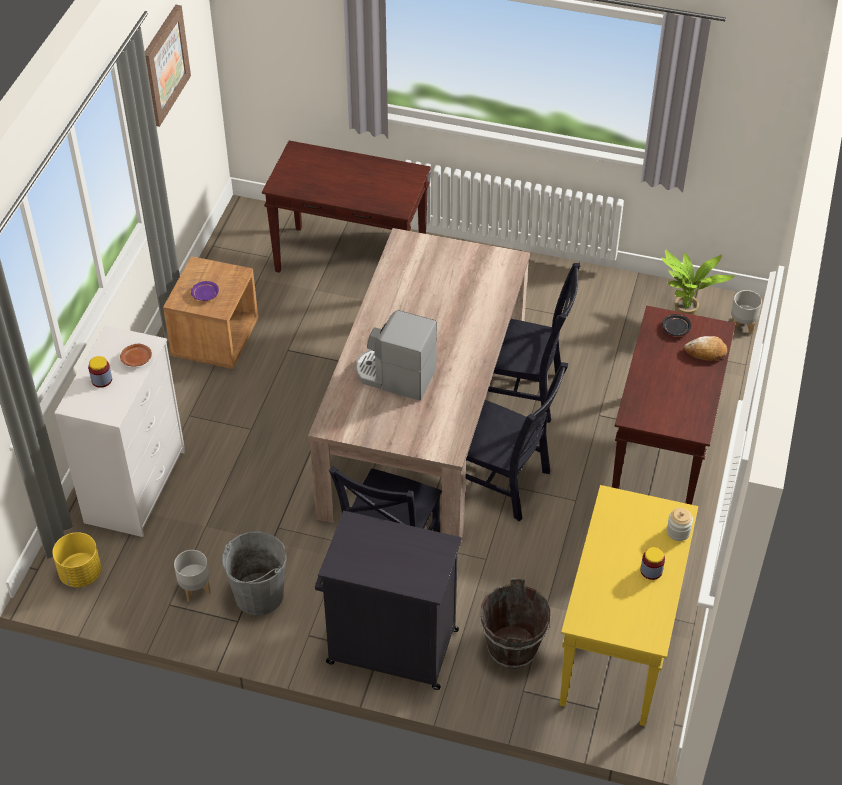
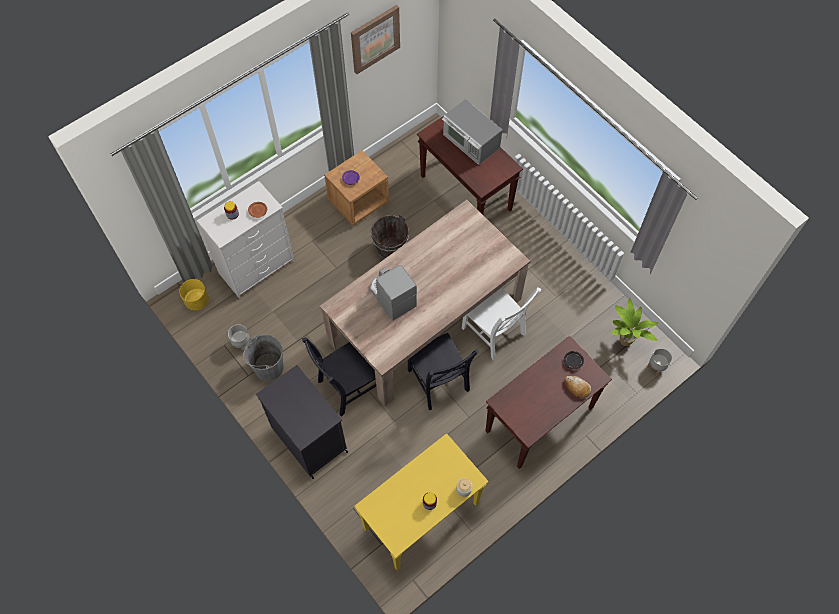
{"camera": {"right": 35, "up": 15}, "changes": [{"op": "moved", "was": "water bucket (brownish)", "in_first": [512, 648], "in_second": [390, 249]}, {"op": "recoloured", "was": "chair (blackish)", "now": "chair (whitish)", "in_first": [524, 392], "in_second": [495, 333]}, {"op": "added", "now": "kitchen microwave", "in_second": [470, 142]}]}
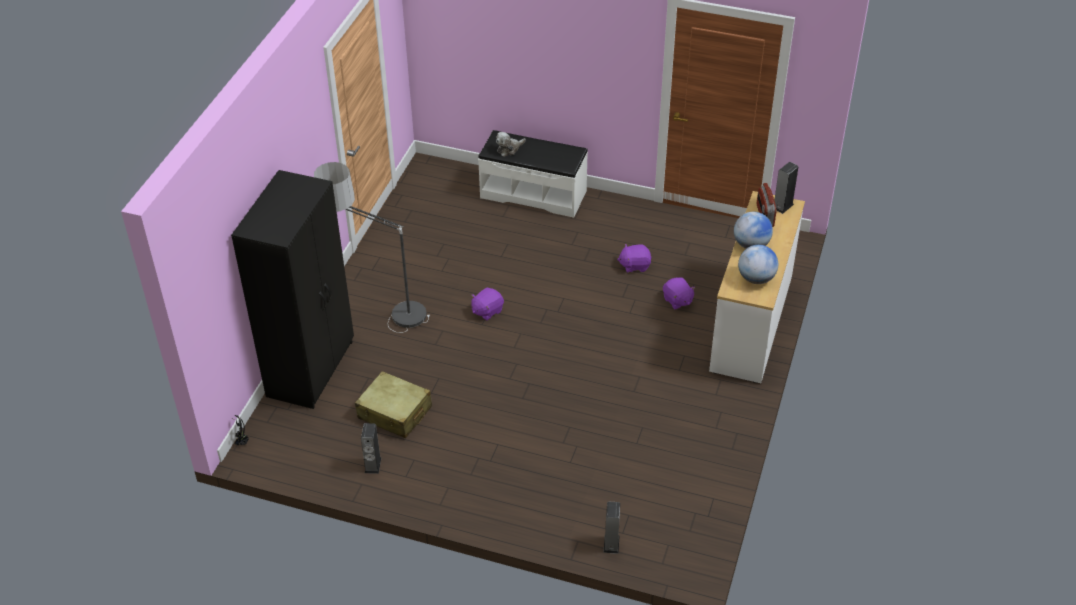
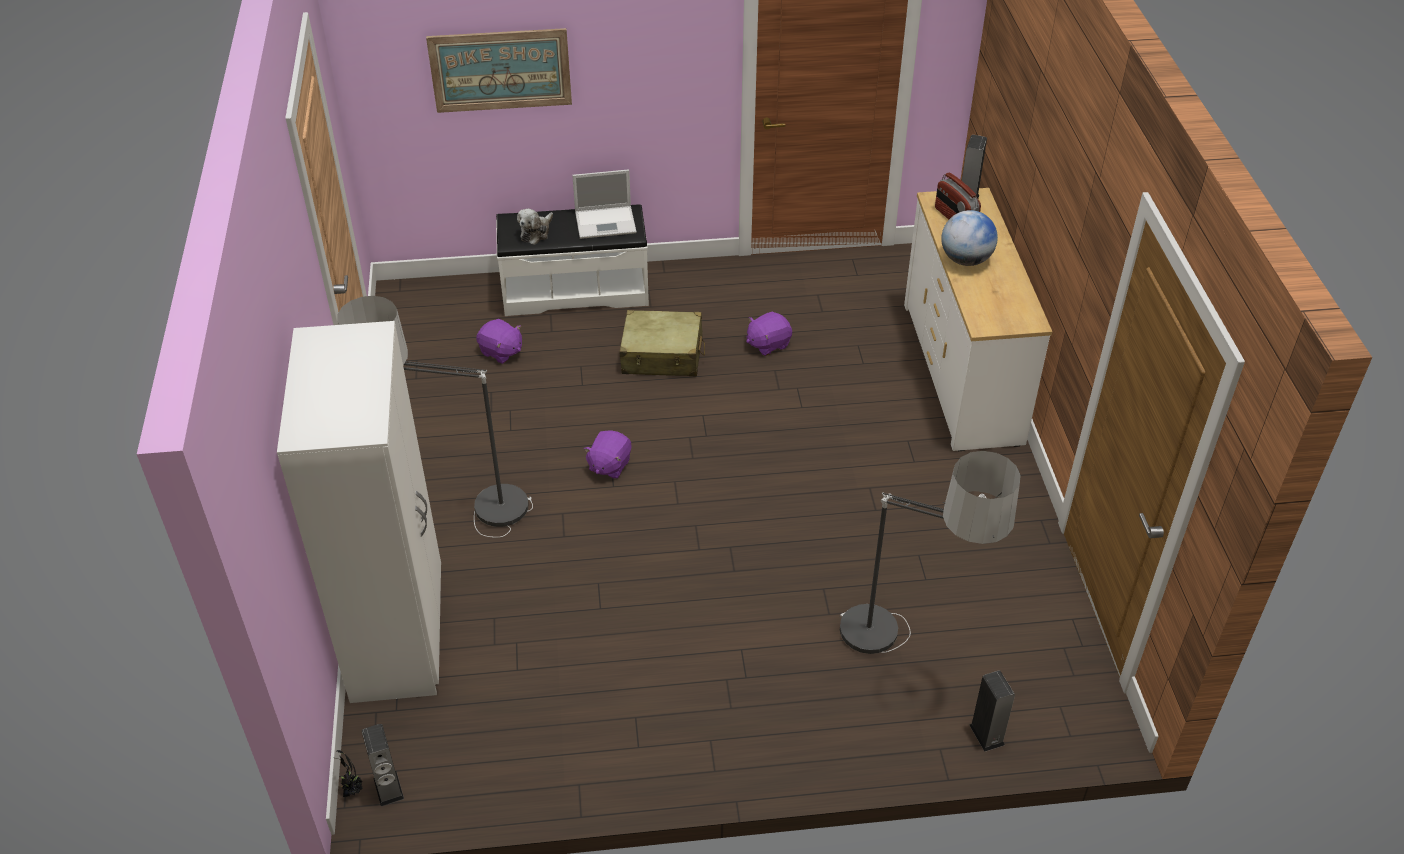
{"camera": {"right": -25, "up": 0}, "changes": [{"op": "recoloured", "was": "wardrobe (blackish)", "now": "wardrobe (whitish)", "in_first": [312, 368], "in_second": [399, 634]}, {"op": "moved", "was": "suitcase (beige-coloured)", "in_first": [395, 413], "in_second": [662, 355]}, {"op": "moved", "was": "audio speaker", "in_first": [373, 465], "in_second": [388, 788]}, {"op": "moved", "was": "soft toy (purple)", "in_first": [677, 301], "in_second": [501, 352]}, {"op": "removed", "was": "globe", "in_first": [756, 278]}, {"op": "added", "now": "wall art", "in_second": [500, 70]}, {"op": "added", "now": "portable computer", "in_second": [606, 222]}, {"op": "added", "now": "standing lamp", "in_second": [906, 658]}]}
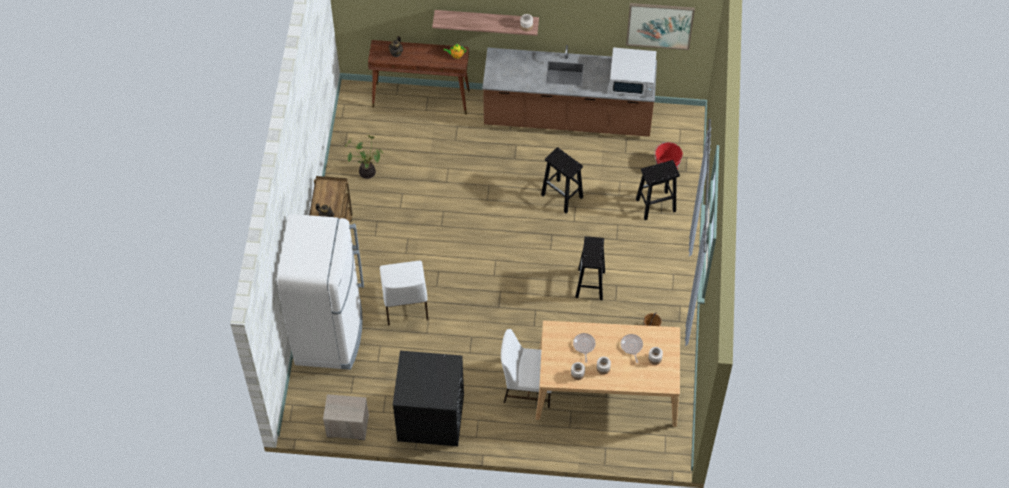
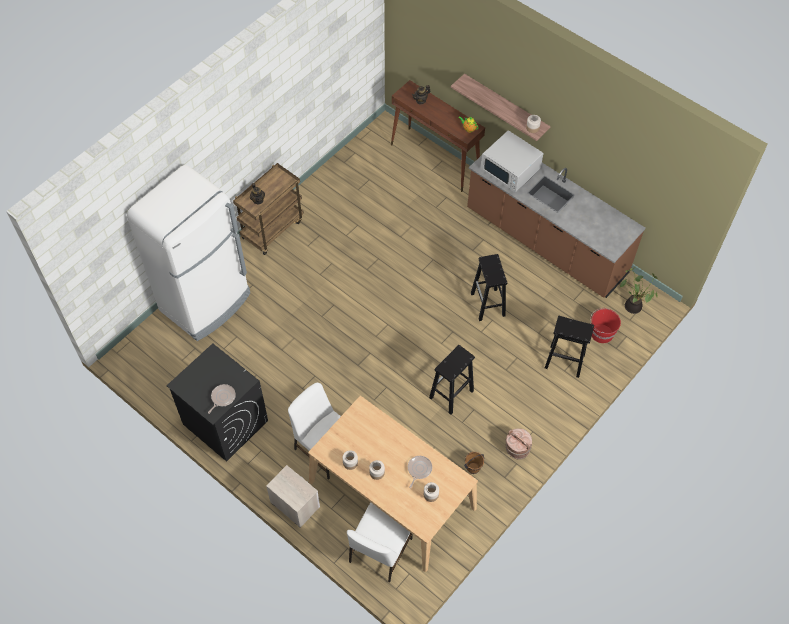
{"camera": {"right": 35, "up": 0}, "changes": [{"op": "moved", "was": "night table", "in_first": [347, 426], "in_second": [294, 504]}, {"op": "moved", "was": "plant in a pot", "in_first": [367, 171], "in_second": [633, 306]}, {"op": "moved", "was": "chair (whitish)", "in_first": [405, 304], "in_second": [379, 551]}, {"op": "moved", "was": "frying pan", "in_first": [584, 345], "in_second": [222, 397]}, {"op": "moved", "was": "kitchen microwave (whitish)", "in_first": [632, 80], "in_second": [510, 170]}, {"op": "removed", "was": "wall art", "in_first": [659, 25]}, {"op": "added", "now": "water bucket (brownish)", "in_second": [517, 449]}]}
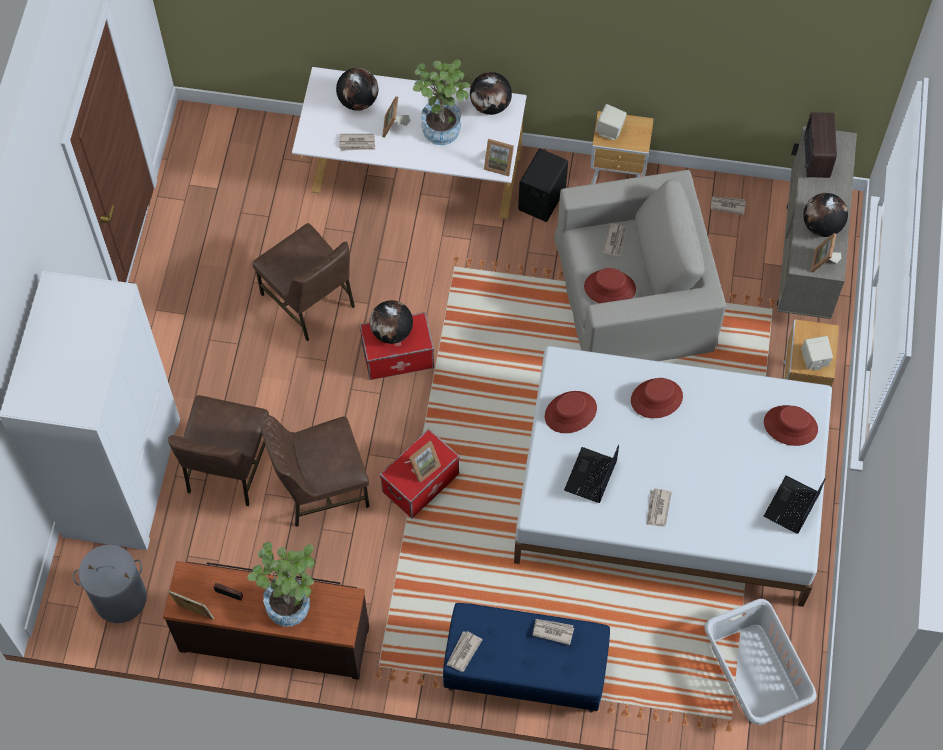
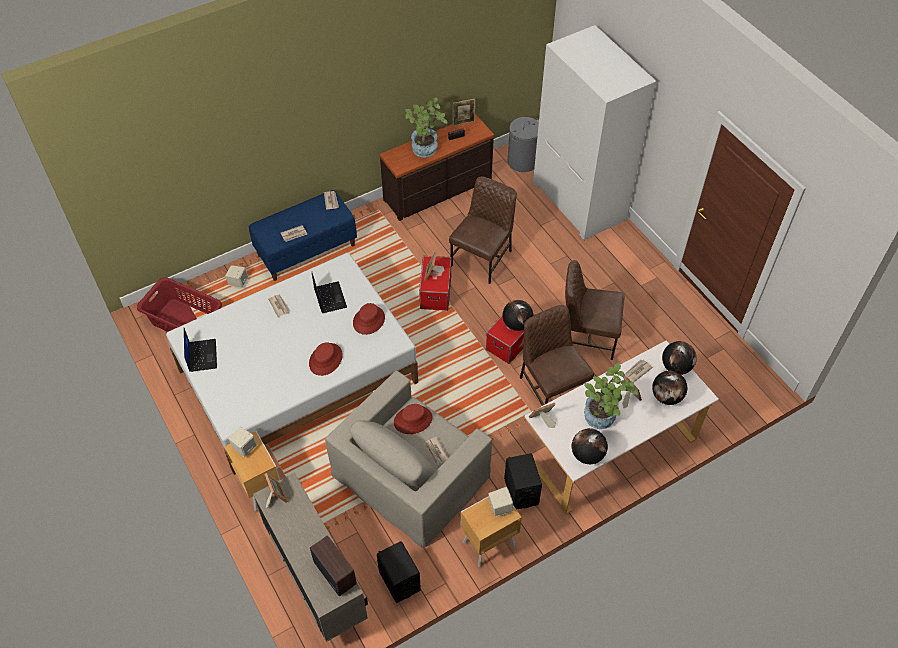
{"camera": {"right": 140, "up": -10}, "changes": [{"op": "moved", "was": "chair (brownish)", "in_first": [227, 467], "in_second": [551, 387]}, {"op": "recoloured", "was": "hamper (greyish)", "now": "hamper (reddish)", "in_first": [754, 674], "in_second": [185, 321]}, {"op": "replaced", "was": "printed paper", "now": "audio speaker (blackish)", "in_first": [727, 205], "in_second": [399, 581]}, {"op": "removed", "was": "wearable hat (reddish)", "in_first": [790, 425]}, {"op": "moved", "was": "globe", "in_first": [821, 226], "in_second": [676, 367]}, {"op": "added", "now": "audio speaker (beige-coloured)", "in_second": [238, 283]}]}
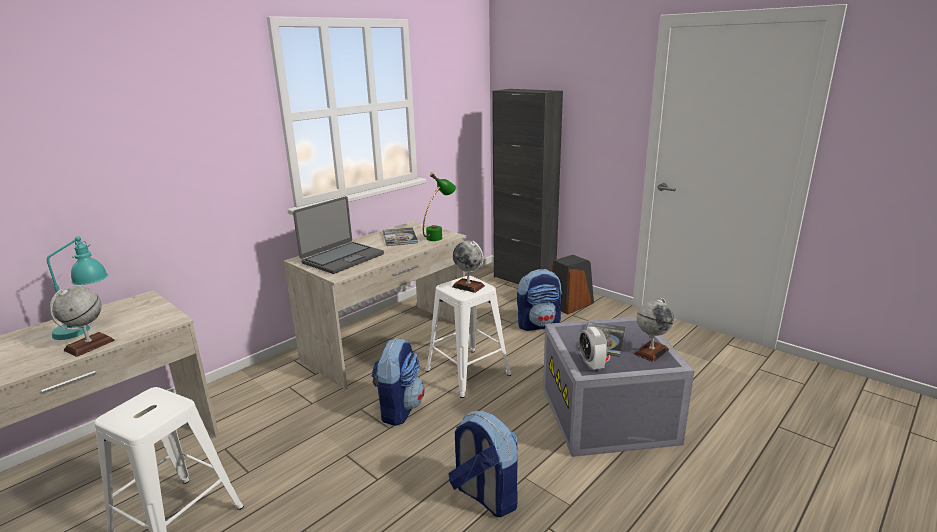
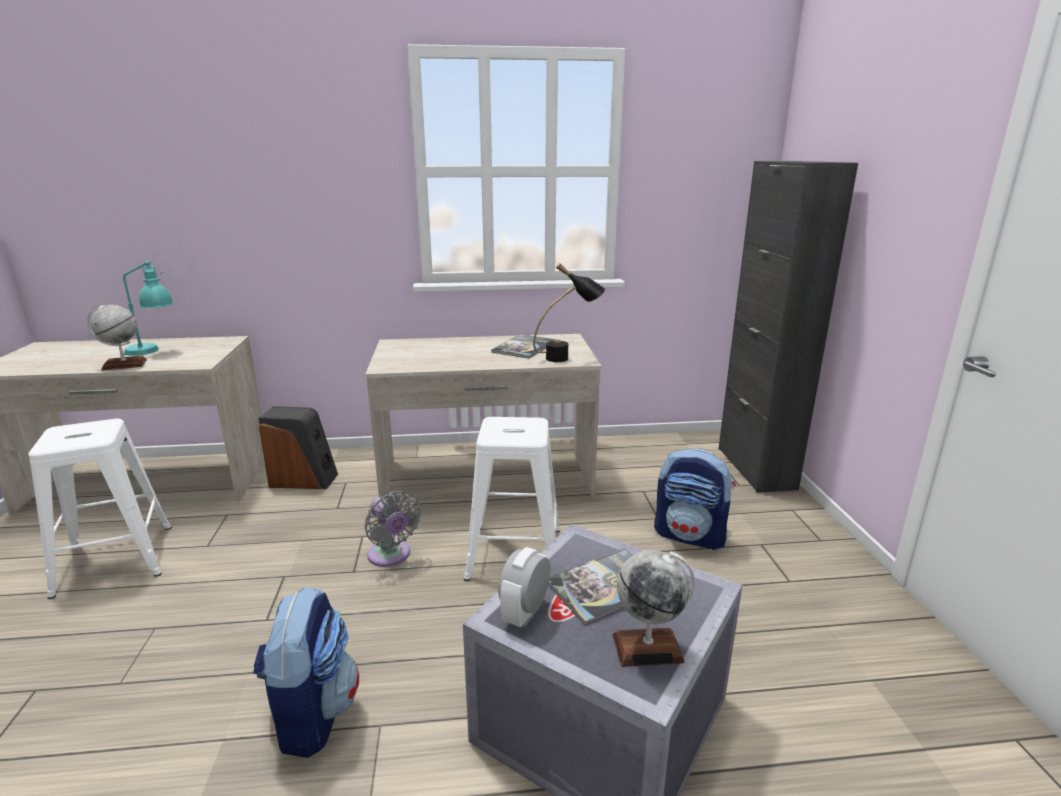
{"camera": {"right": 40, "up": 0}, "changes": [{"op": "removed", "was": "portable computer", "in_first": [342, 258]}, {"op": "replaced", "was": "backpack", "now": "cooling fan (greyish)", "in_first": [399, 409], "in_second": [391, 556]}, {"op": "recoloured", "was": "lamp for a table (green)", "now": "lamp for a table (blackish)", "in_first": [439, 236], "in_second": [567, 357]}, {"op": "removed", "was": "globe", "in_first": [468, 286]}, {"op": "moved", "was": "audio speaker", "in_first": [572, 305], "in_second": [304, 480]}]}
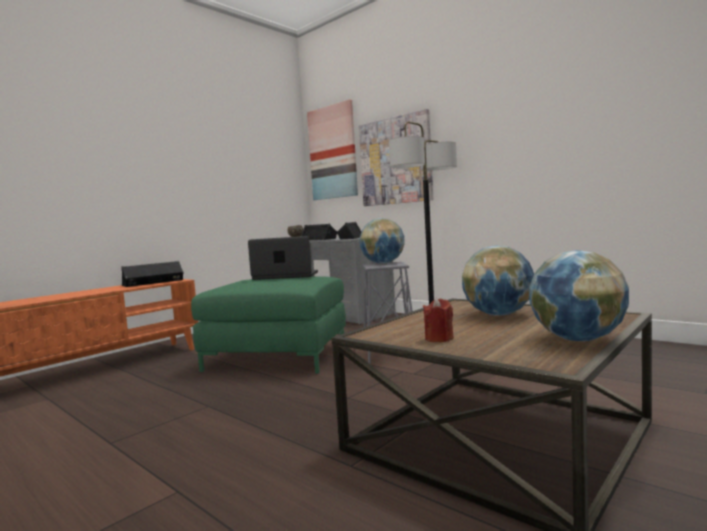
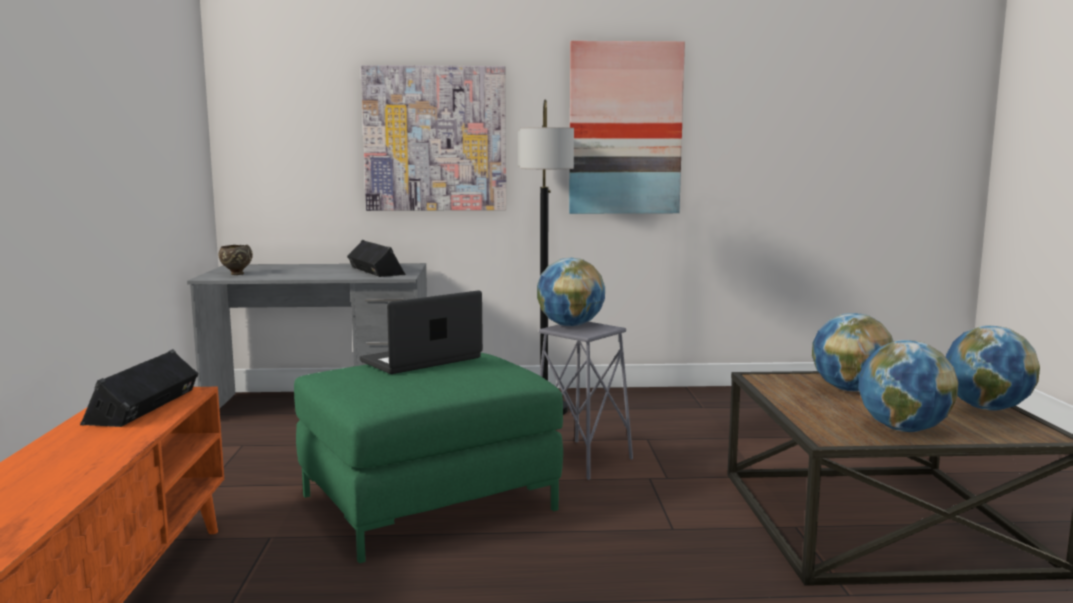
{"camera": {"right": -45, "up": 5}, "changes": [{"op": "removed", "was": "audio speaker (blackish)", "in_first": [319, 239]}, {"op": "moved", "was": "wall art", "in_first": [333, 152], "in_second": [625, 129]}, {"op": "replaced", "was": "wax light (reddish)", "now": "globe", "in_first": [439, 339], "in_second": [903, 429]}]}
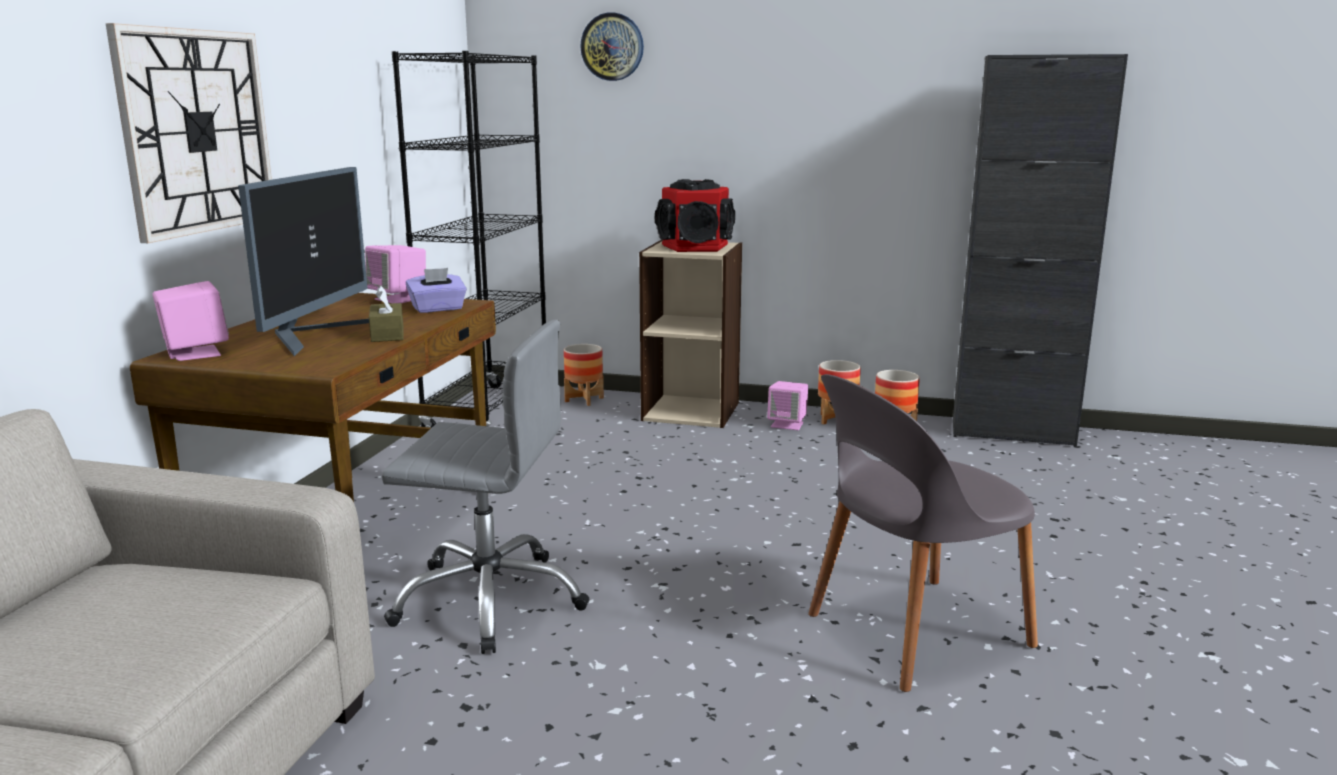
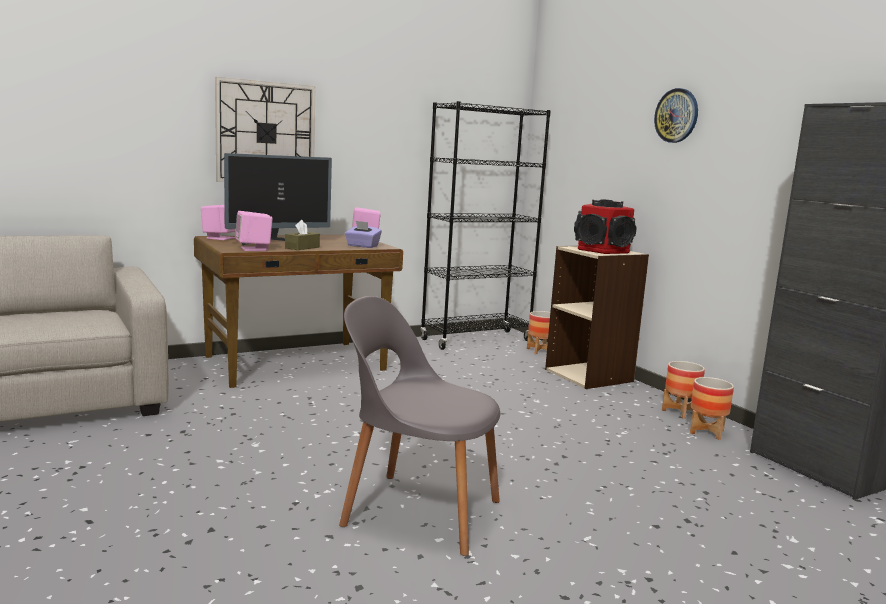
{"camera": {"right": 45, "up": -5}, "changes": [{"op": "removed", "was": "desk chair (greyish)", "in_first": [490, 600]}, {"op": "moved", "was": "hanging clock", "in_first": [612, 47], "in_second": [676, 115]}, {"op": "moved", "was": "audio speaker (pinkish)", "in_first": [787, 424], "in_second": [254, 249]}]}
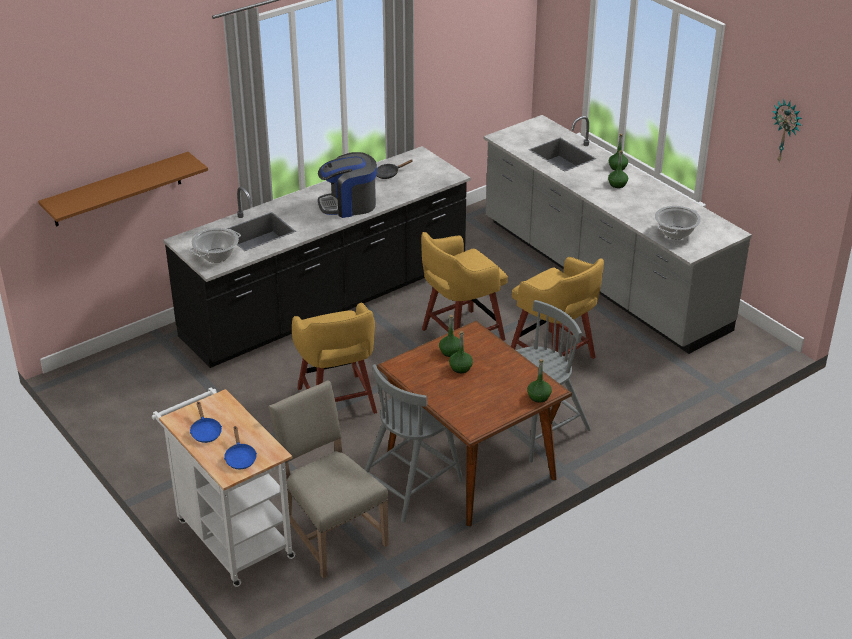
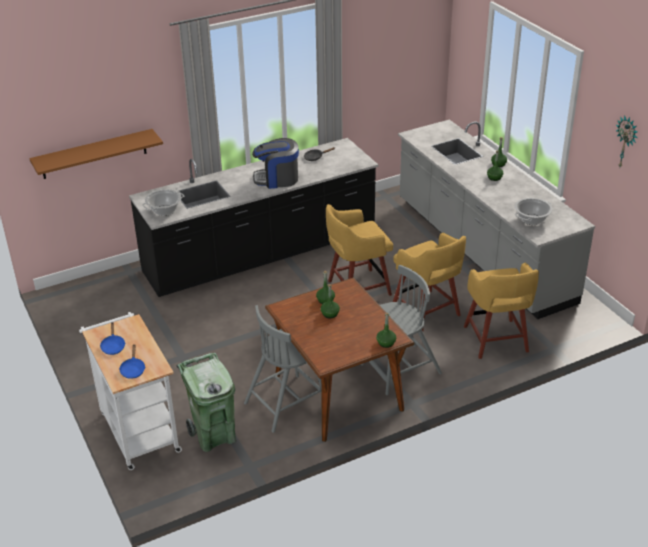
{"camera": {"right": 10, "up": 0}, "changes": [{"op": "replaced", "was": "chair (beige-coloured)", "now": "trash can (green)", "in_first": [331, 534], "in_second": [214, 436]}, {"op": "moved", "was": "stool (yellow-coloured)", "in_first": [337, 402], "in_second": [496, 340]}]}
